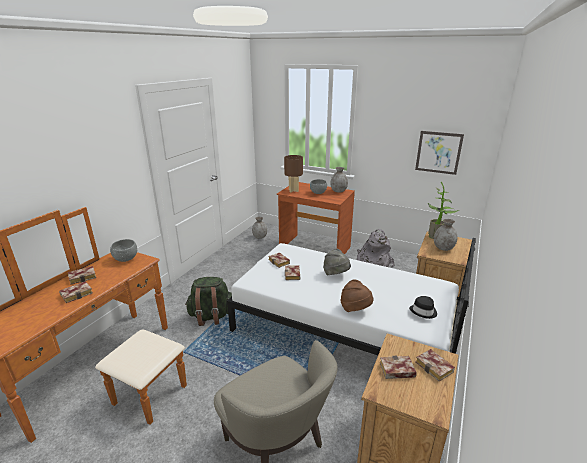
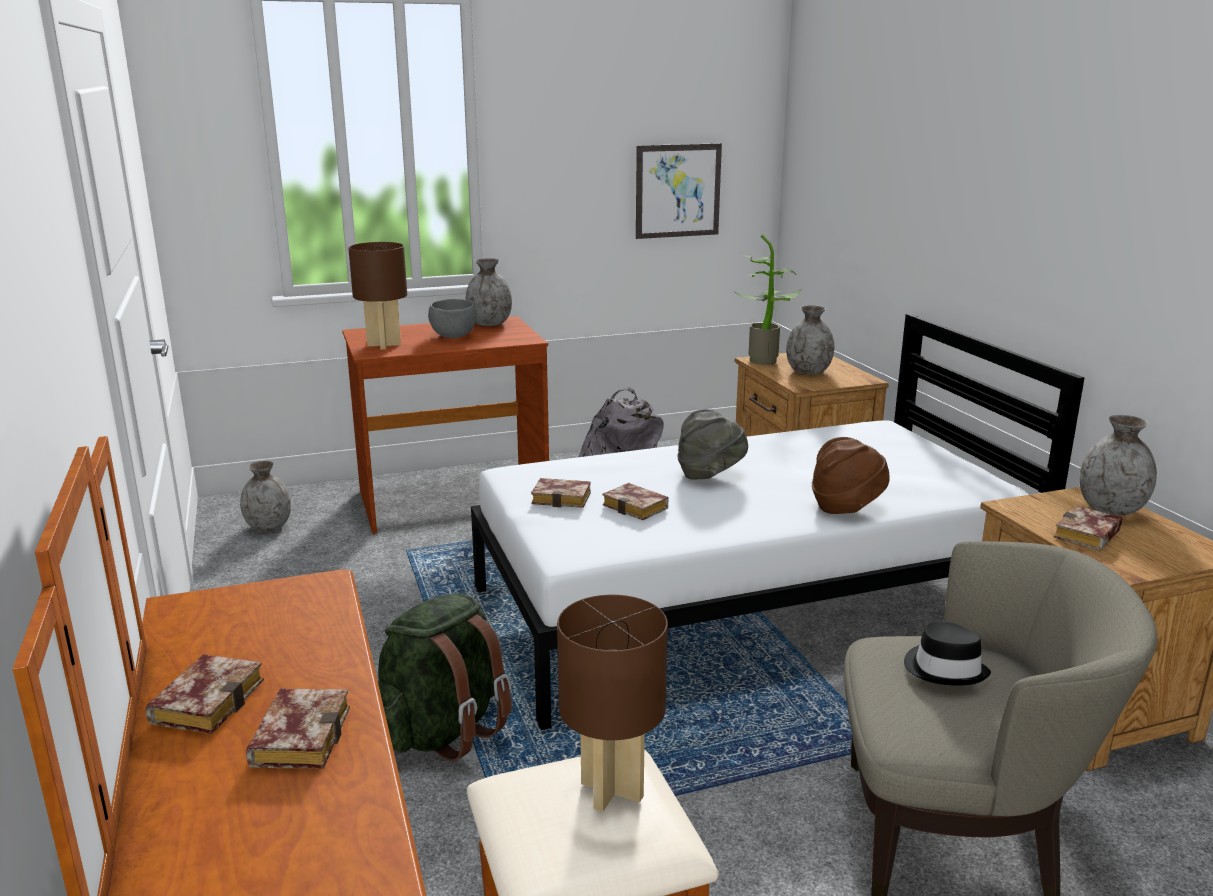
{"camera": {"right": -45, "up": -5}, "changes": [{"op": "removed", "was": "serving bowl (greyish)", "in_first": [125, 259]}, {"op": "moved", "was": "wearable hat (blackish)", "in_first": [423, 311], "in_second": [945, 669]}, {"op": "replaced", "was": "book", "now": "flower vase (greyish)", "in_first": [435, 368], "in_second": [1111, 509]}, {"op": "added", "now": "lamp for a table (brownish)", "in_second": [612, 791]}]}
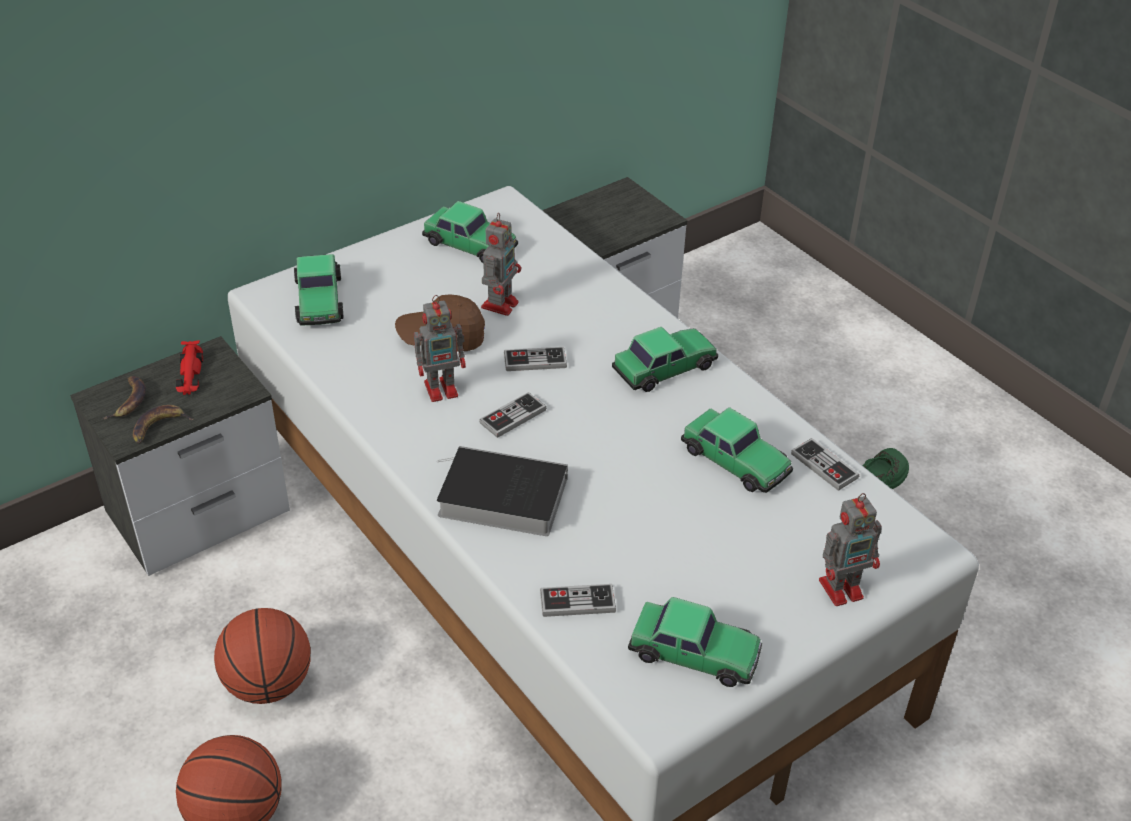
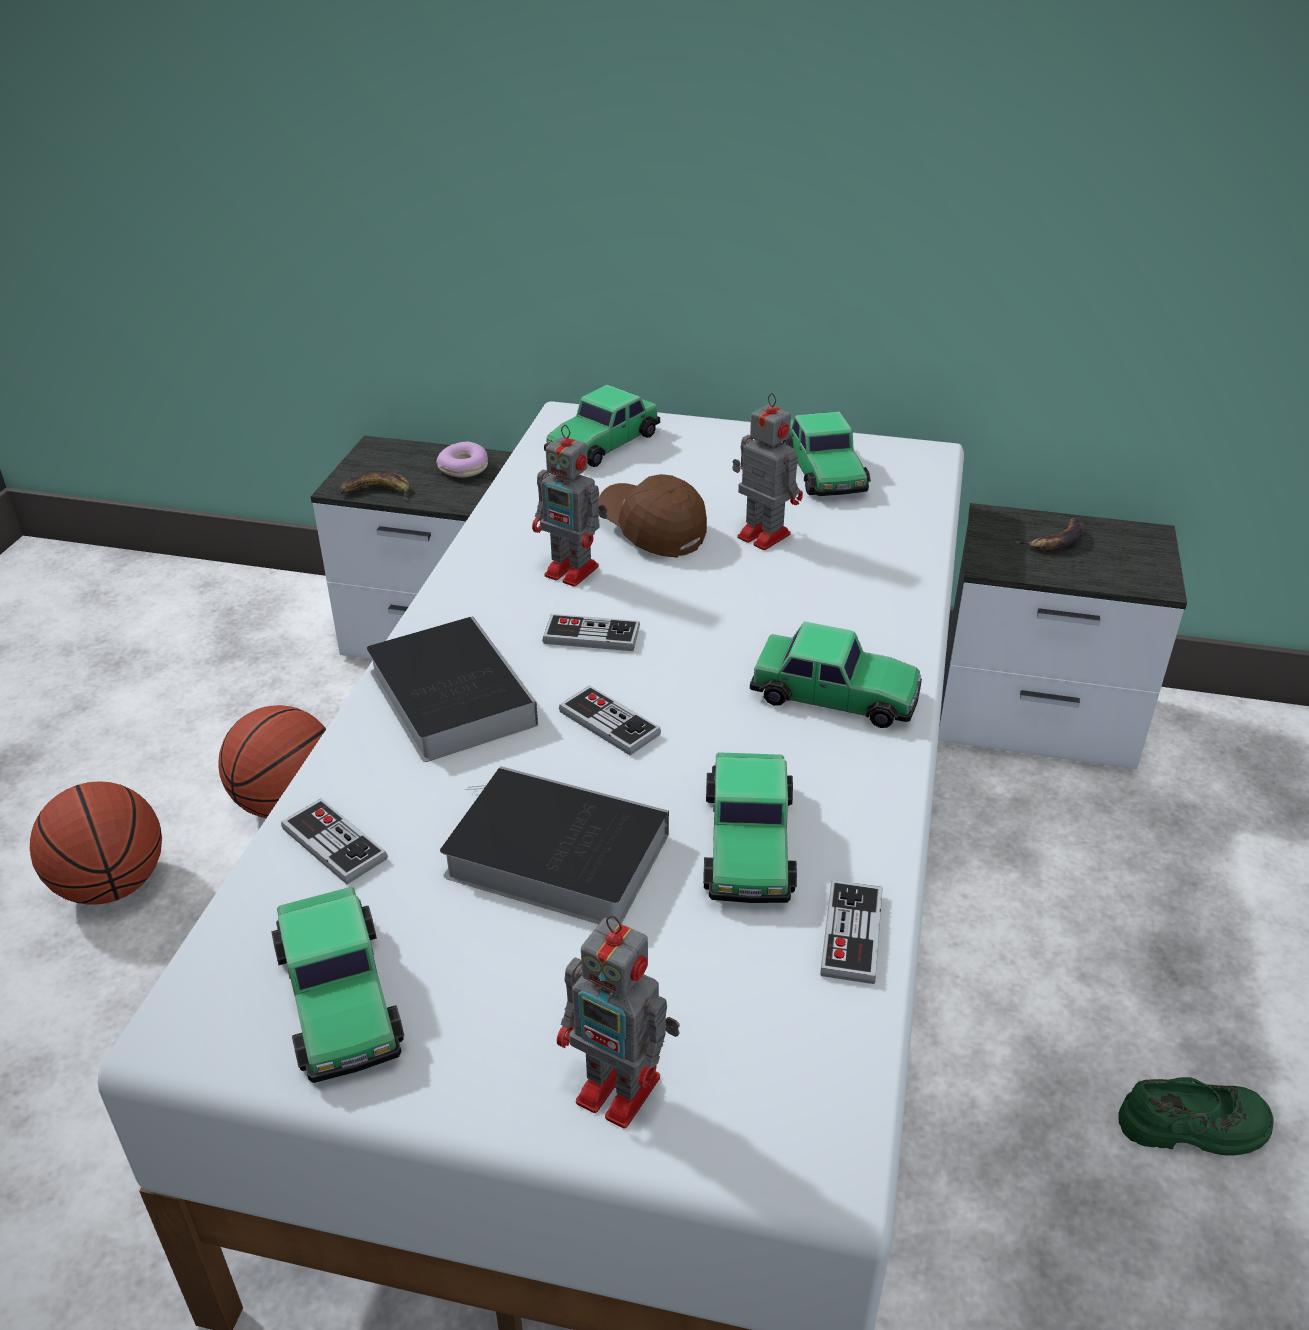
{"camera": {"right": 50, "up": -5}, "changes": [{"op": "moved", "was": "banana fruit", "in_first": [129, 400], "in_second": [1055, 540]}, {"op": "replaced", "was": "model car (reddish)", "now": "ring doughnut", "in_first": [190, 374], "in_second": [464, 468]}, {"op": "turned", "was": "model robot", "in_first": [500, 303], "in_second": [761, 534], "clockwise": -120}, {"op": "moved", "was": "gamepad", "in_first": [535, 361], "in_second": [609, 723]}, {"op": "added", "now": "book", "in_second": [550, 855]}]}
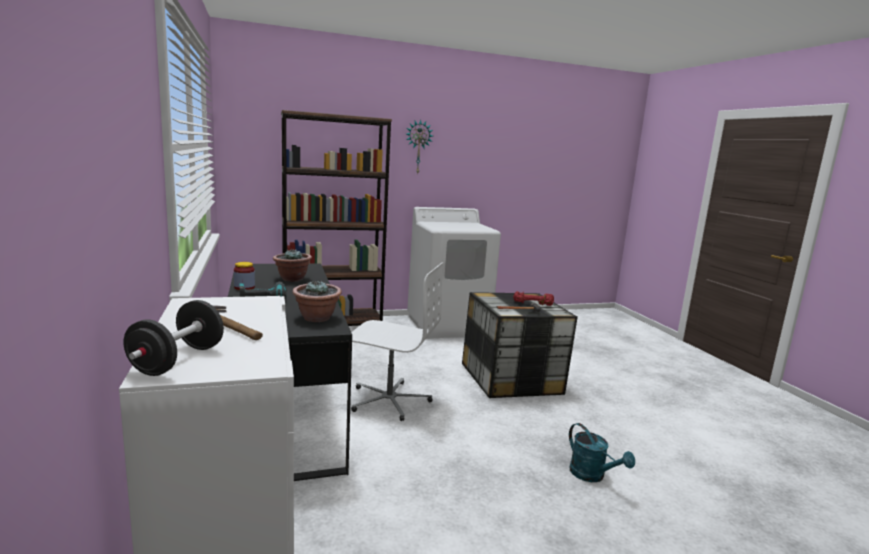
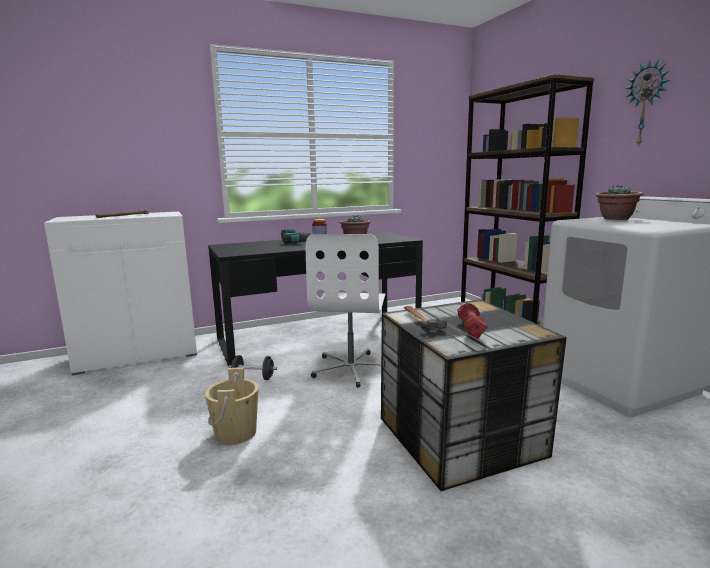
{"camera": {"right": 85, "up": 0}, "changes": [{"op": "moved", "was": "free weight (blackish)", "in_first": [177, 360], "in_second": [253, 378]}, {"op": "moved", "was": "plant in a pot", "in_first": [317, 318], "in_second": [615, 219]}, {"op": "removed", "was": "watering pot (blue-green)", "in_first": [592, 476]}, {"op": "added", "now": "water bucket (beige-coloured)", "in_second": [235, 433]}]}
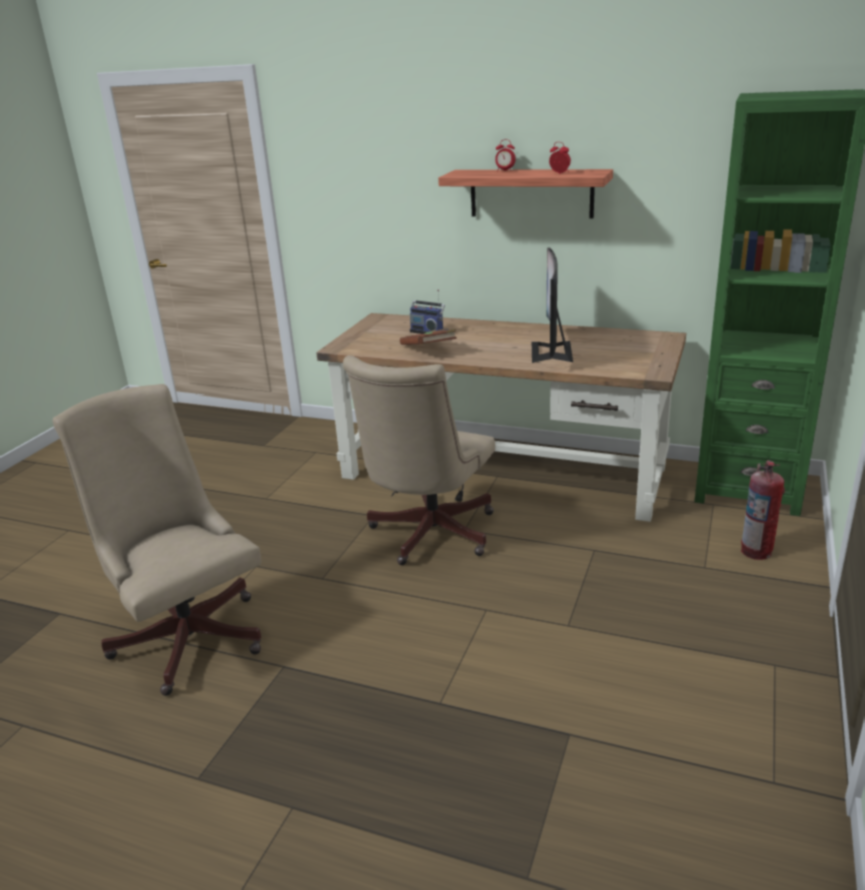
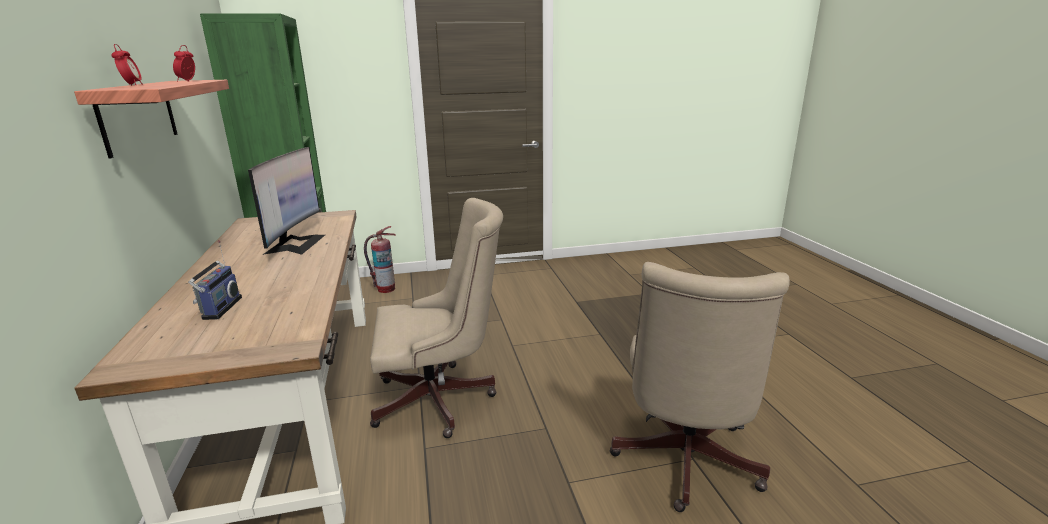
{"camera": {"right": -125, "up": -5}, "changes": [{"op": "removed", "was": "book (brownish)", "in_first": [429, 350]}, {"op": "turned", "was": "computer screen", "in_first": [551, 351], "in_second": [295, 244], "clockwise": -60}]}
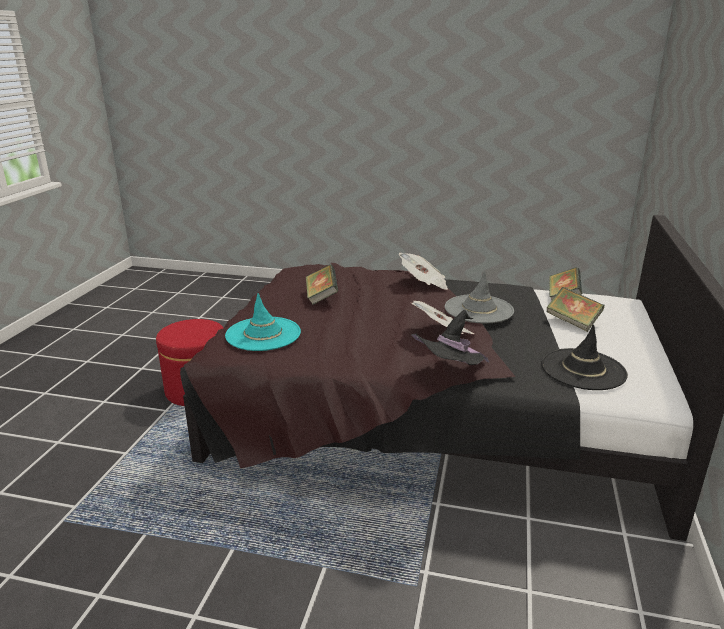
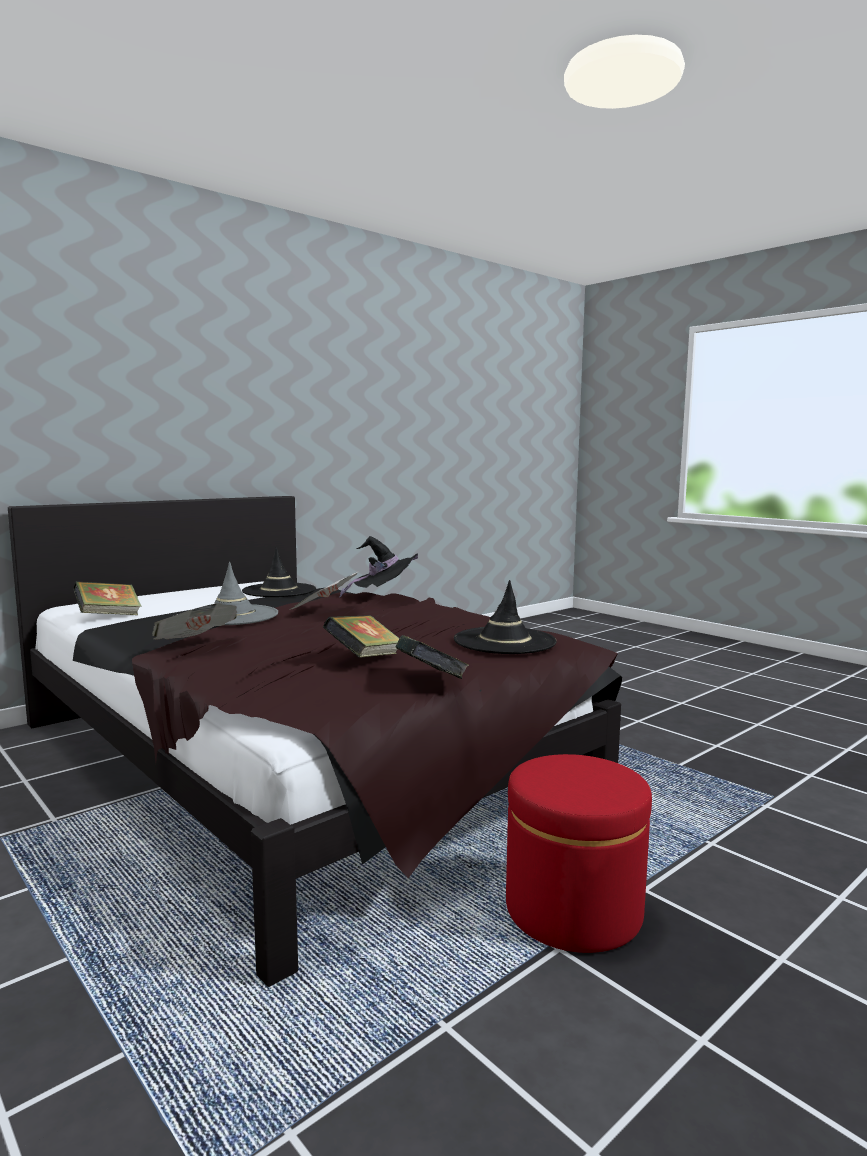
{"camera": {"right": -145, "up": -15}, "changes": [{"op": "recoloured", "was": "wearable hat (blue-green)", "now": "wearable hat (blackish)", "in_first": [263, 334], "in_second": [504, 641]}, {"op": "moved", "was": "book", "in_first": [572, 322], "in_second": [430, 682]}]}
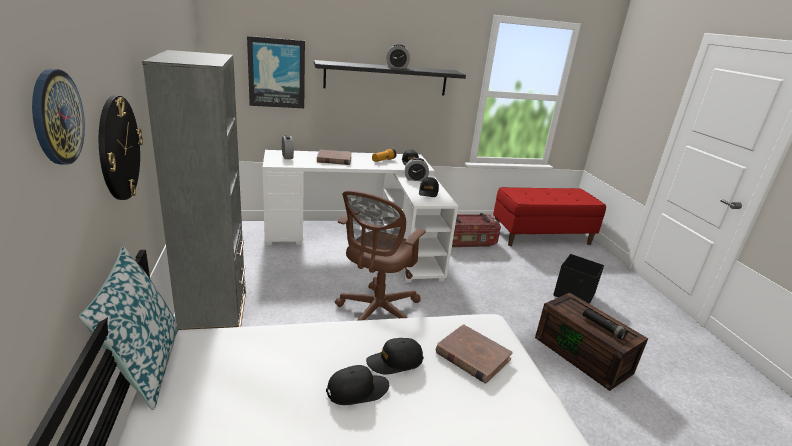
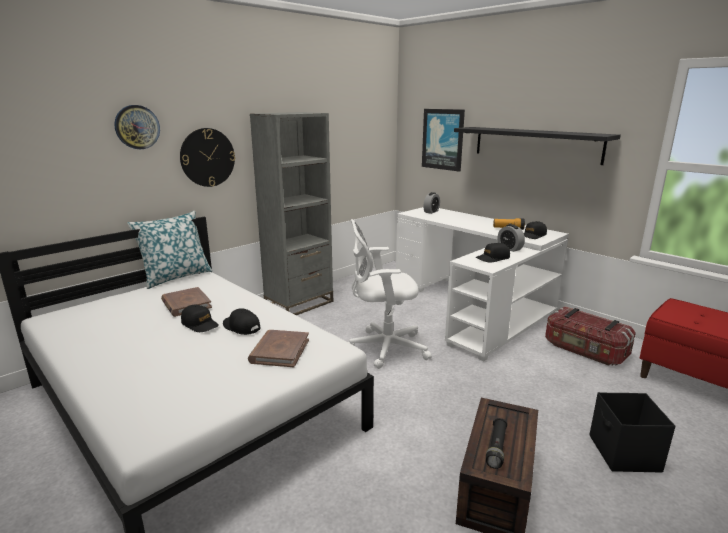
{"camera": {"right": 60, "up": -5}, "changes": [{"op": "moved", "was": "book (brownish)", "in_first": [334, 159], "in_second": [186, 304]}, {"op": "recoloured", "was": "desk chair (brownish)", "now": "desk chair (whitish)", "in_first": [376, 312], "in_second": [383, 348]}, {"op": "removed", "was": "alarm clock", "in_first": [397, 67]}]}
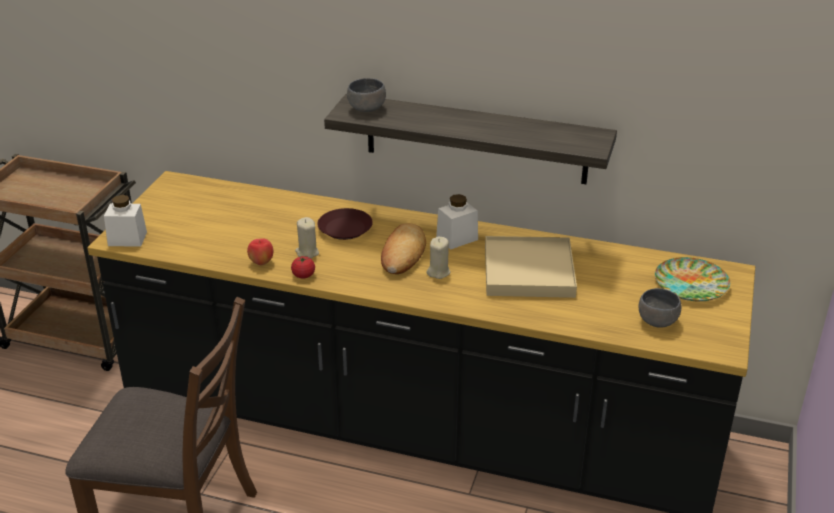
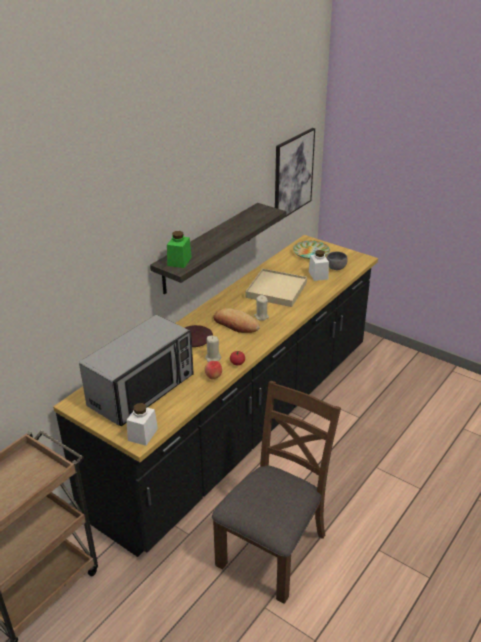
{"camera": {"right": -70, "up": 0}, "changes": [{"op": "replaced", "was": "serving bowl (greyish)", "now": "jar (green)", "in_first": [365, 109], "in_second": [179, 261]}, {"op": "moved", "was": "jar (whitish)", "in_first": [457, 238], "in_second": [318, 275]}, {"op": "added", "now": "kitchen microwave", "in_second": [142, 390]}, {"op": "added", "now": "wall art", "in_second": [293, 174]}]}
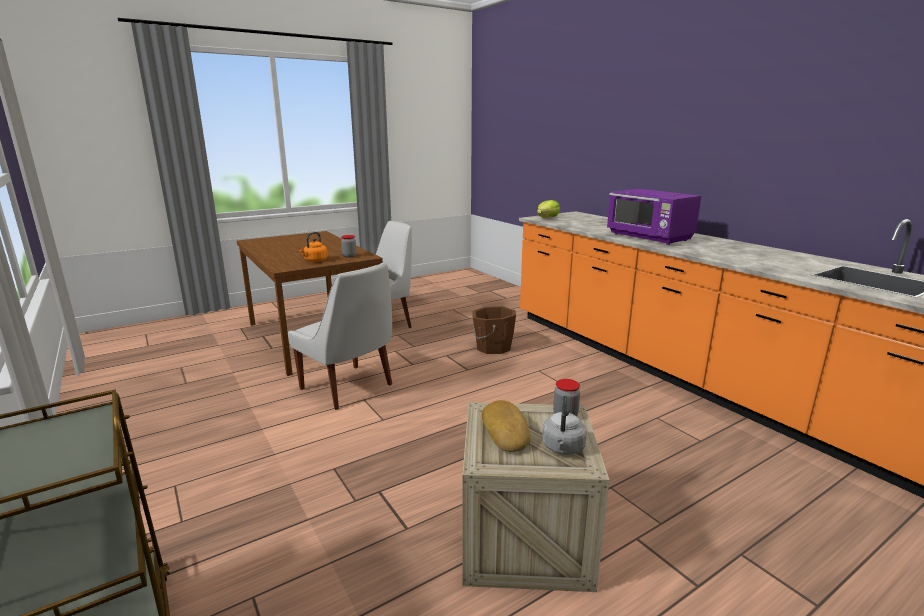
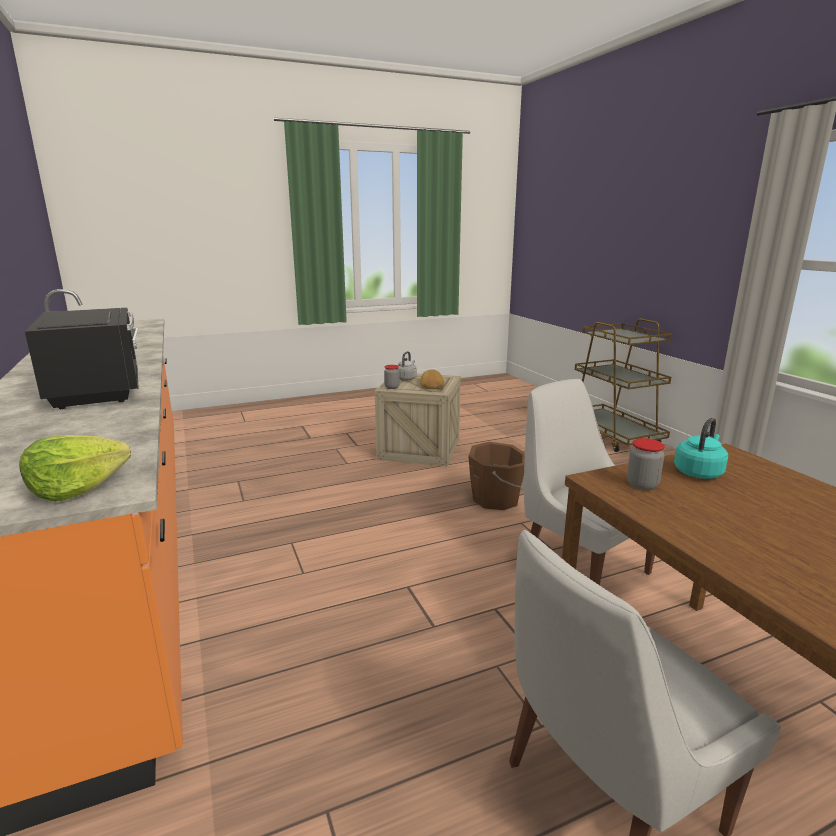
{"camera": {"right": -170, "up": 0}, "changes": [{"op": "recoloured", "was": "tea kettle (orangey)", "now": "tea kettle (blue-green)", "in_first": [315, 261], "in_second": [699, 472]}, {"op": "moved", "was": "water bucket (brownish)", "in_first": [492, 347], "in_second": [497, 499]}, {"op": "recoloured", "was": "kitchen microwave (purple)", "now": "kitchen microwave (blackish)", "in_first": [649, 237], "in_second": [98, 390]}]}
